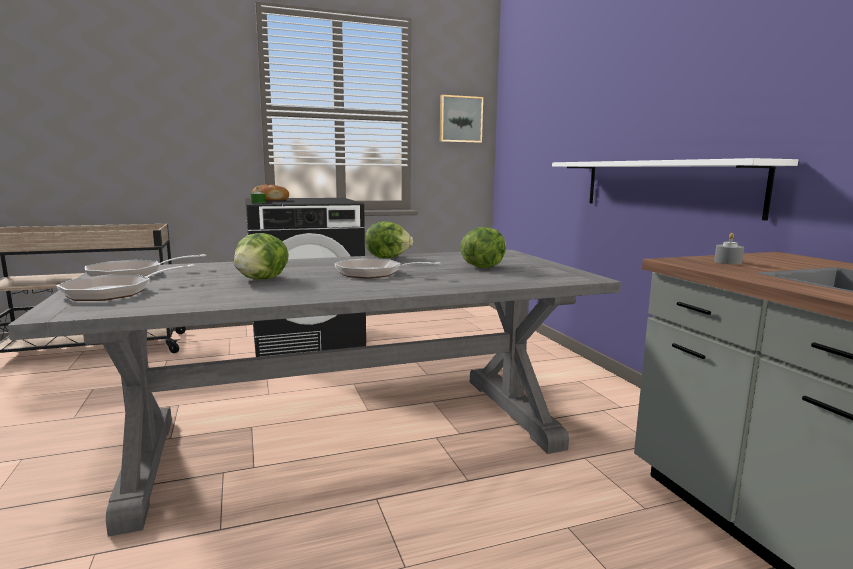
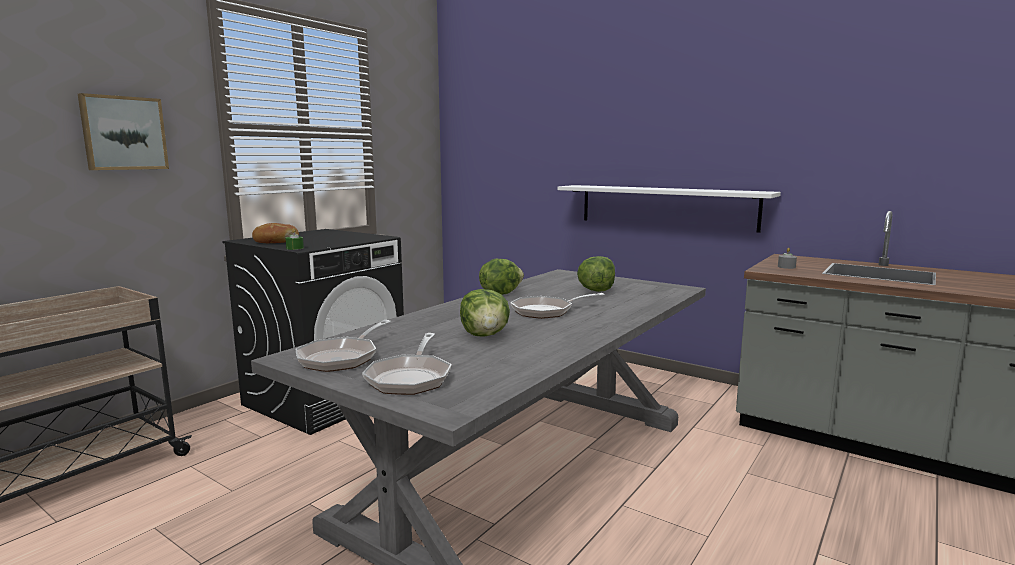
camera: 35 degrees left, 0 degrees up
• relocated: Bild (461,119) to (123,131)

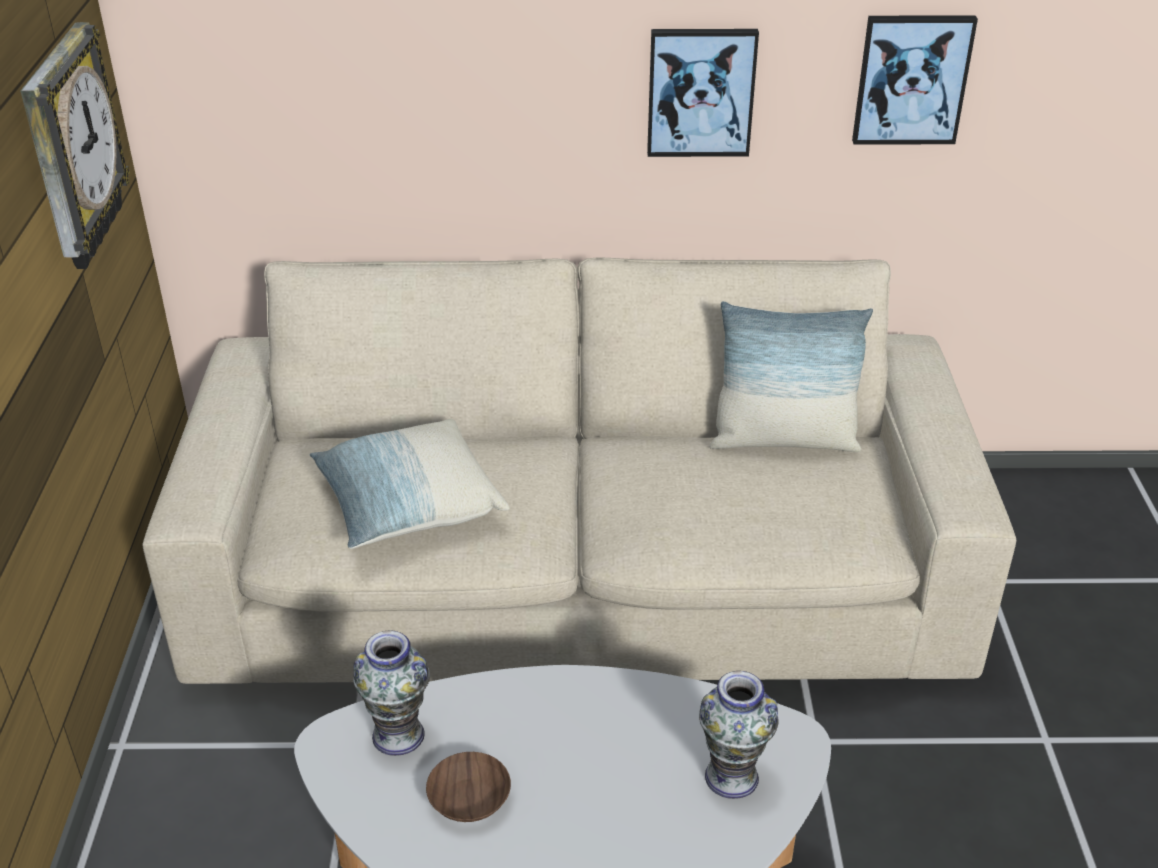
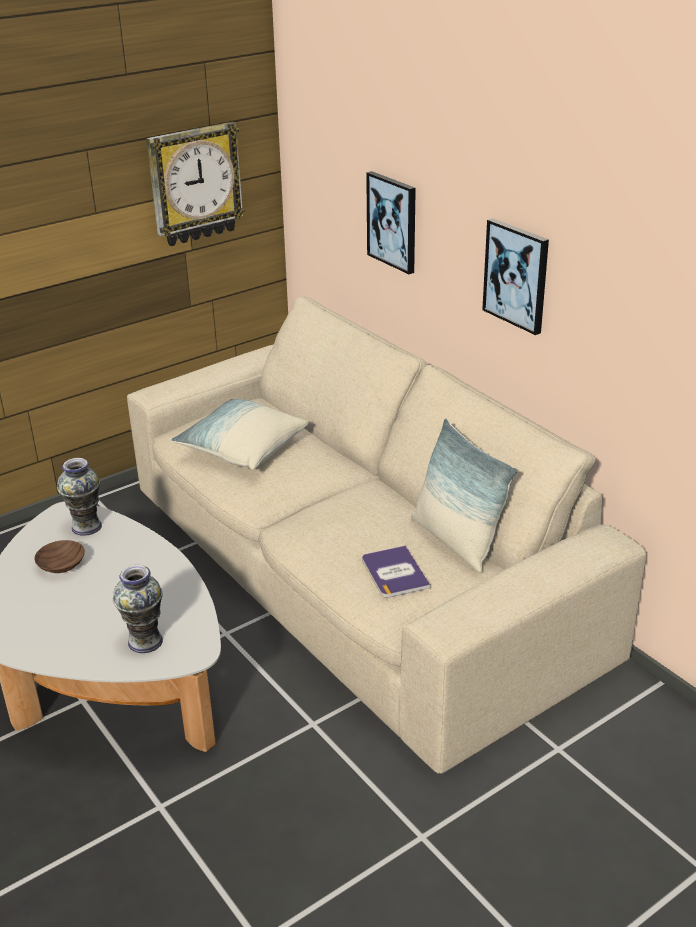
camera: 55 degrees right, 5 degrees down
• relocated: Bild (915,80) to (391,222)
• appeared: Buch (396,571)

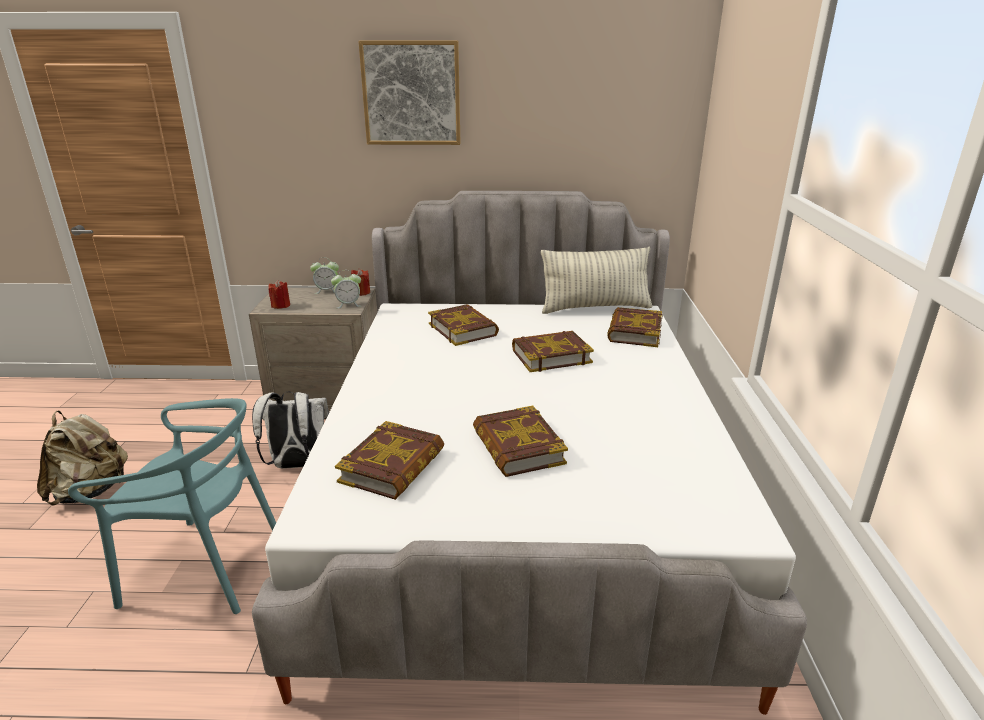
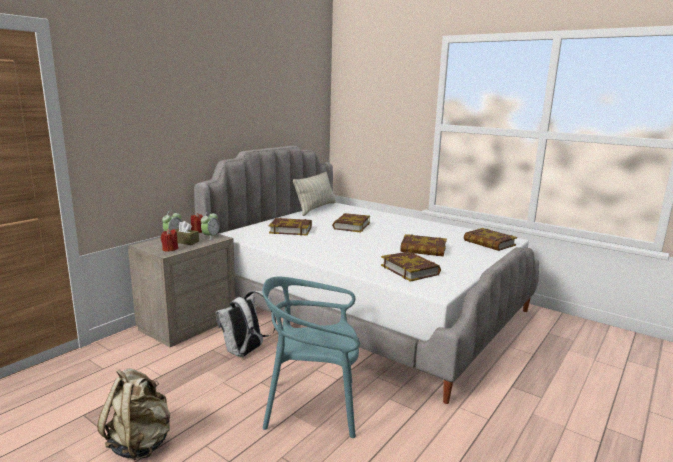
camera: 55 degrees left, 10 degrees down
• missing: Bild (409,93)
• relocated: Buch (635,327) to (490,239)
• spun: Stuhl/türkis (172,506) = (311,357) 135 degrees counterclockwise
• appeared: Taschentuchbox/braun (187,233)

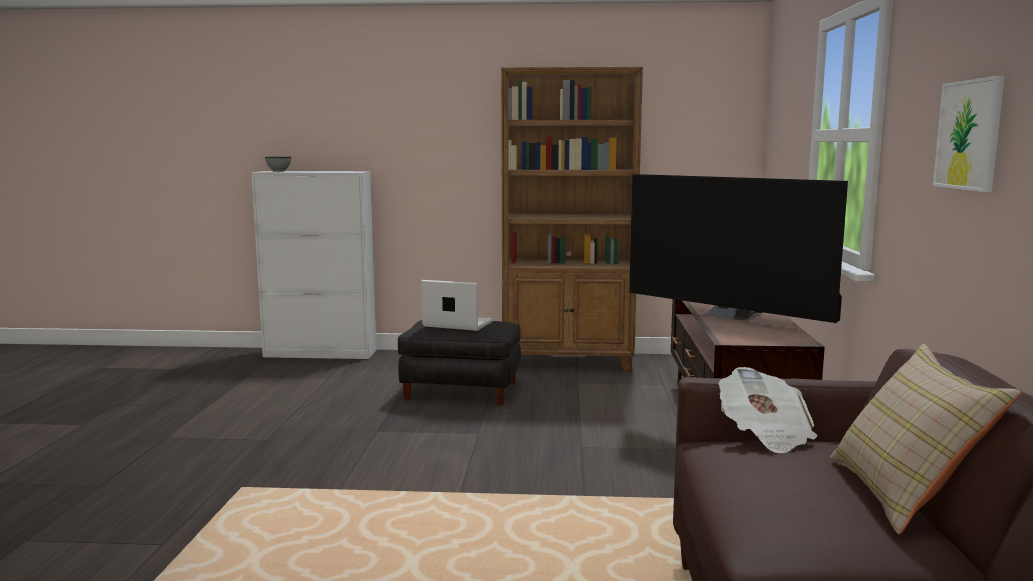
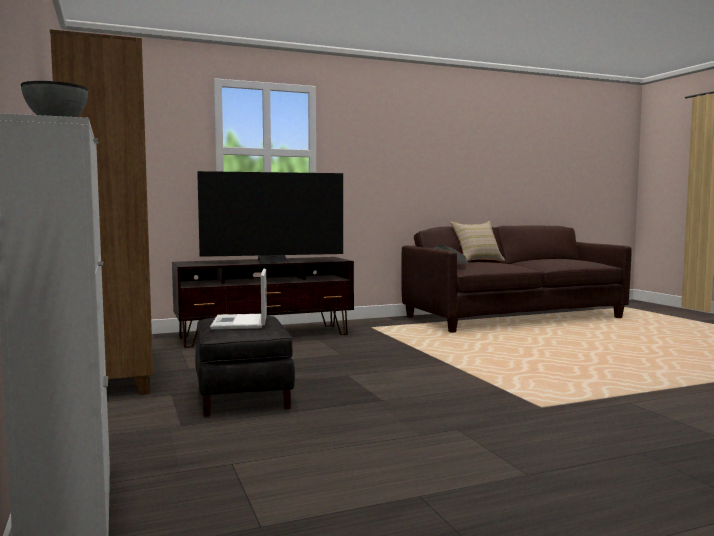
camera: 115 degrees left, 5 degrees down
• missing: Bild (969,134)
• spun: Fernseher (738,248) = (270,216) 60 degrees clockwise

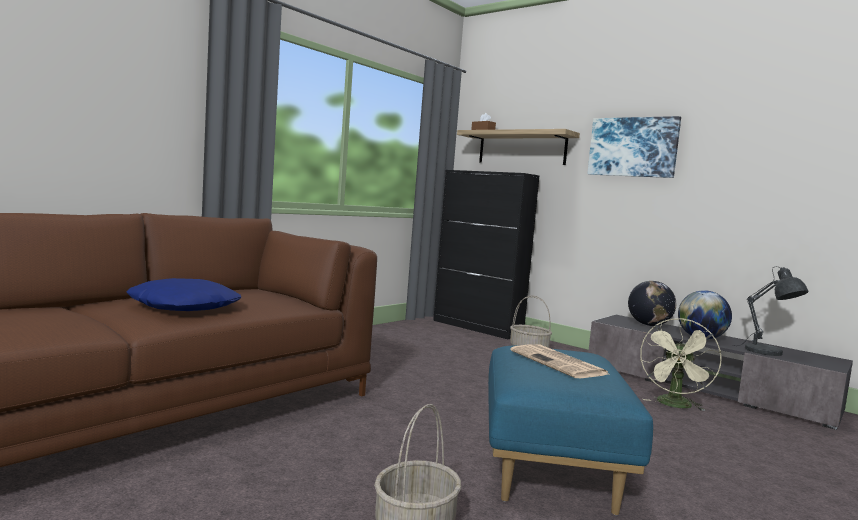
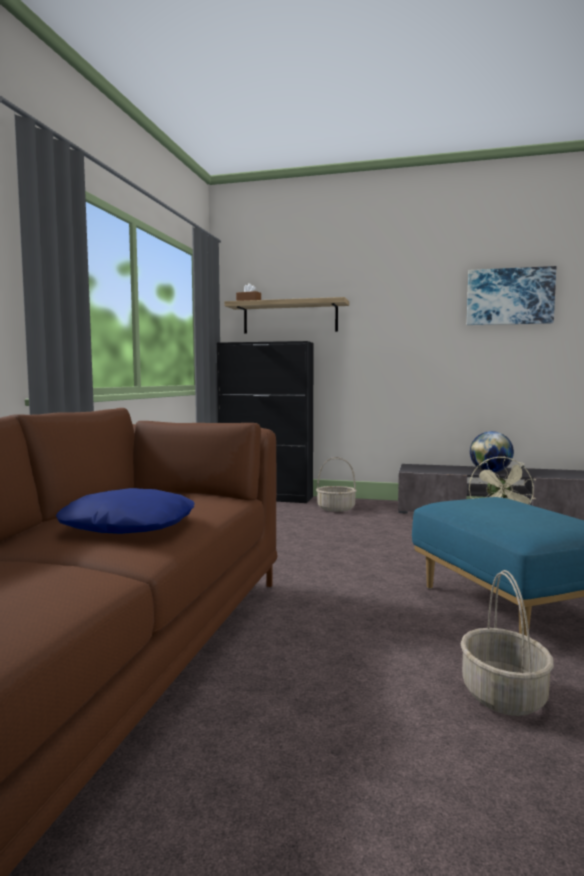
camera: 25 degrees left, 0 degrees up
• relocated: Bild (634,147) to (511,295)
• missing: Tischlampe/grau (770,311)
• missing: Globus (652,303)
• missing: Zeitung (559,361)

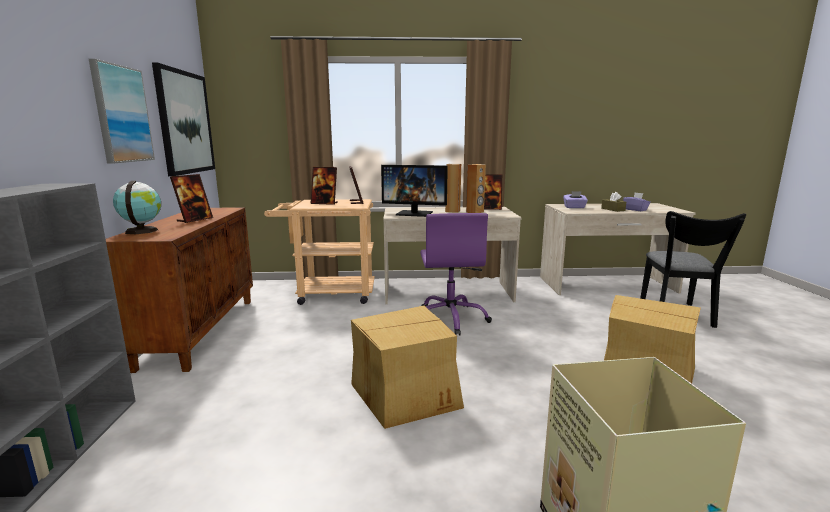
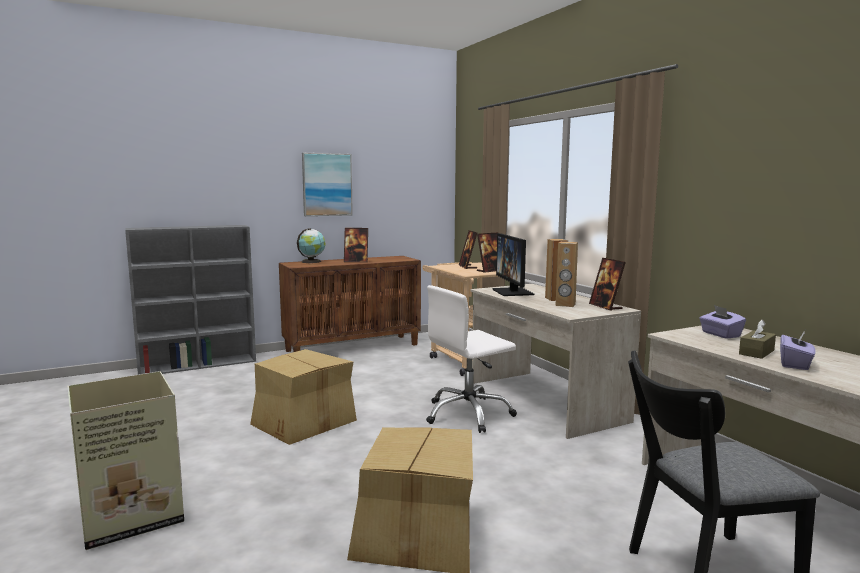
camera: 65 degrees right, 5 degrees down
• missing: Bild (183,119)
• colour: Bürostuhl/lila (456,274) to Bürostuhl/weiß (471,359)

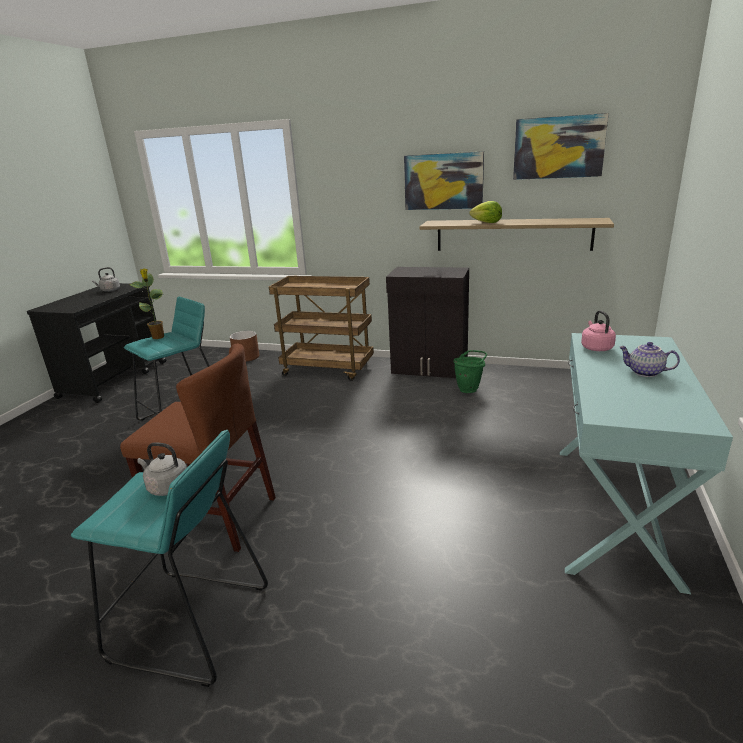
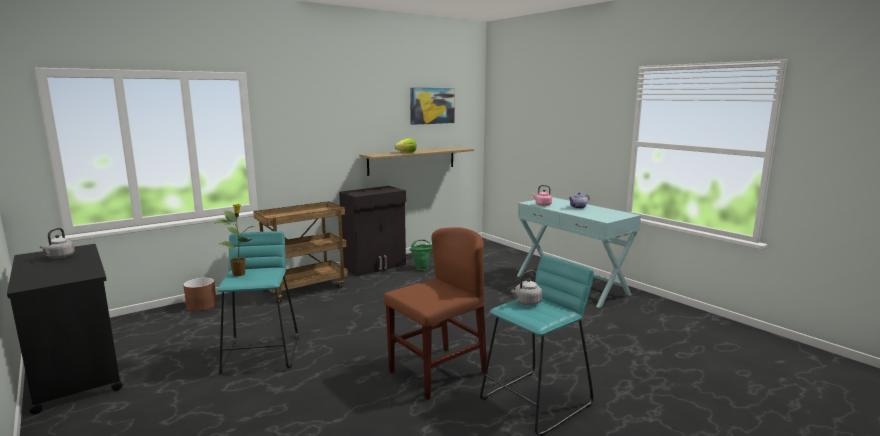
camera: 55 degrees left, 10 degrees down
• missing: Bild (444,180)

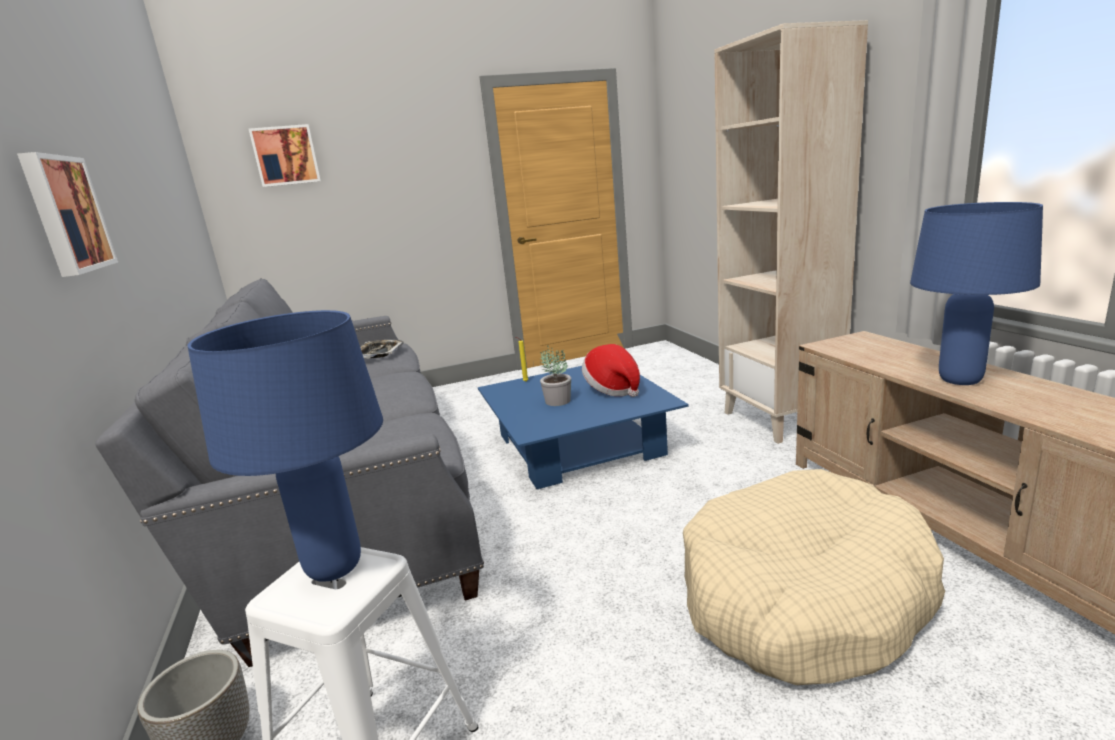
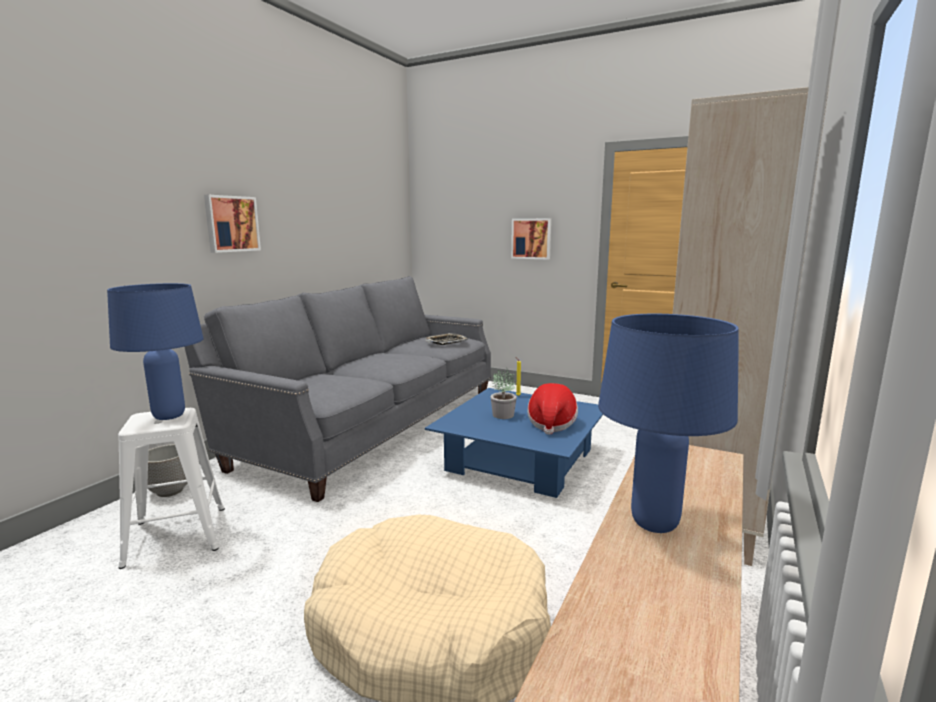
camera: 45 degrees right, 5 degrees down
• relocated: Bild (285,155) to (531,238)

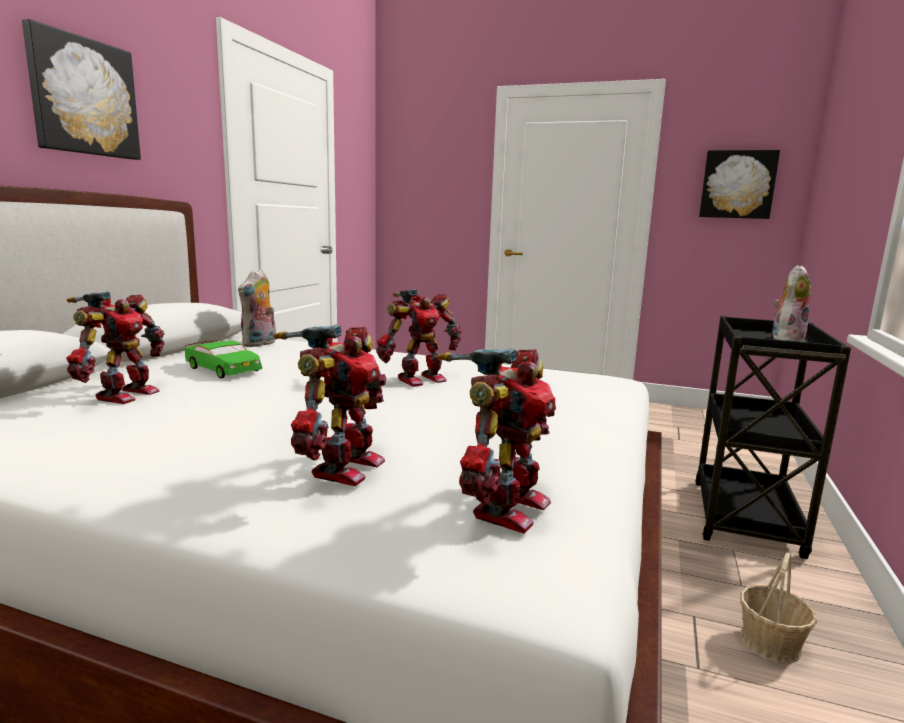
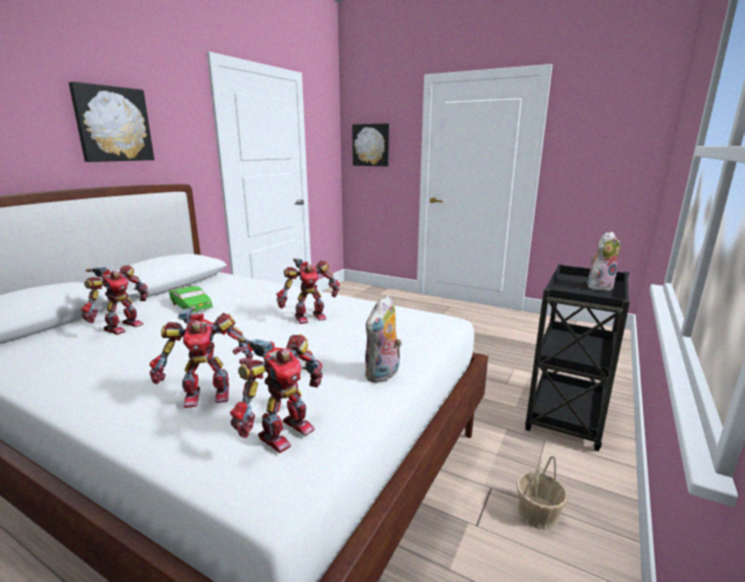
camera: 10 degrees right, 5 degrees up
• relocated: Bild (739,184) to (370,144)
• relocated: Plüschtier (257,308) to (383,339)
• spun: Spielzeugroboter (330,405) = (201,357) 45 degrees clockwise

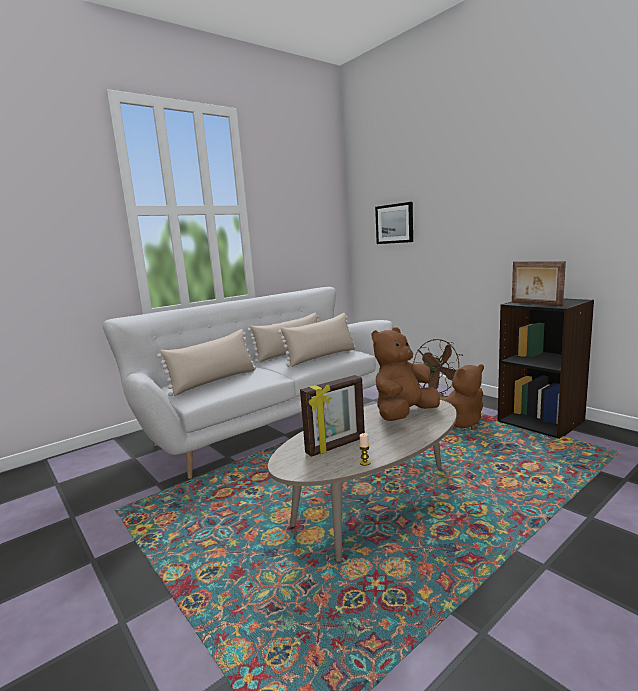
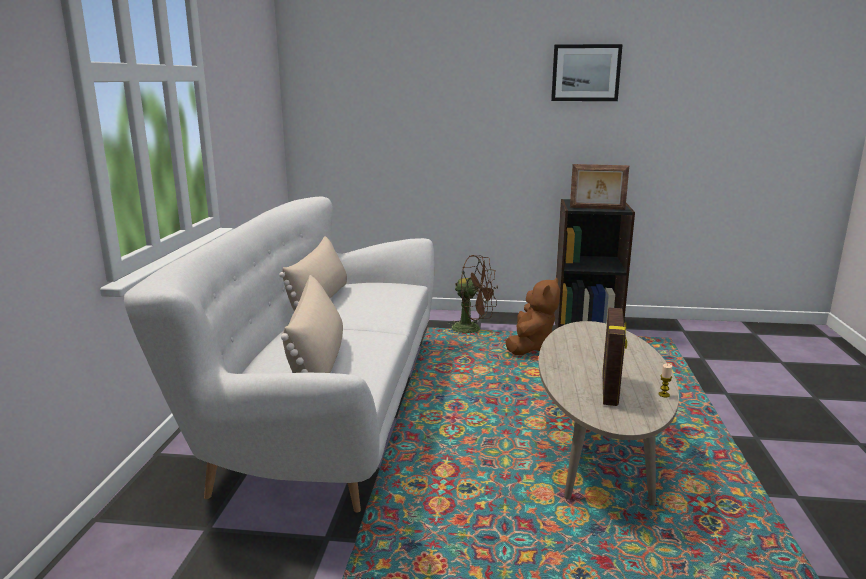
camera: 45 degrees left, 5 degrees up
• relocated: Bild (394,223) to (587,72)
• missing: Kissen/beige (317,340)
• missing: Plüschtier/braun (406,374)

